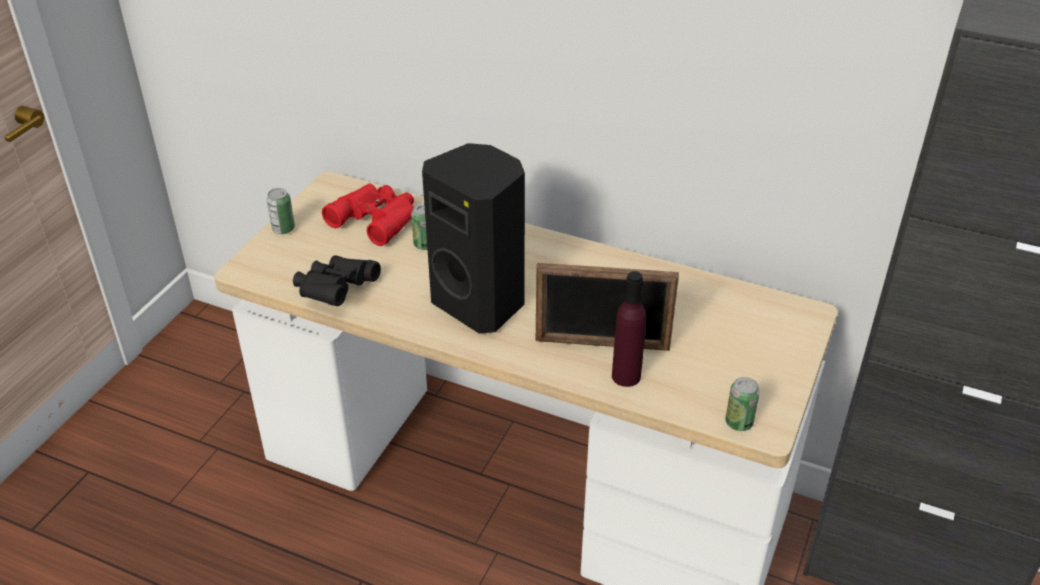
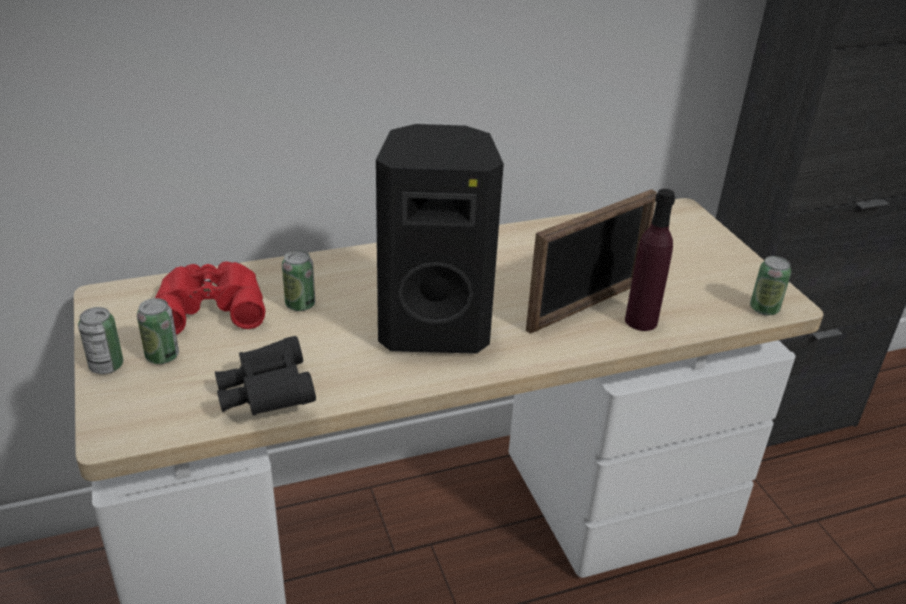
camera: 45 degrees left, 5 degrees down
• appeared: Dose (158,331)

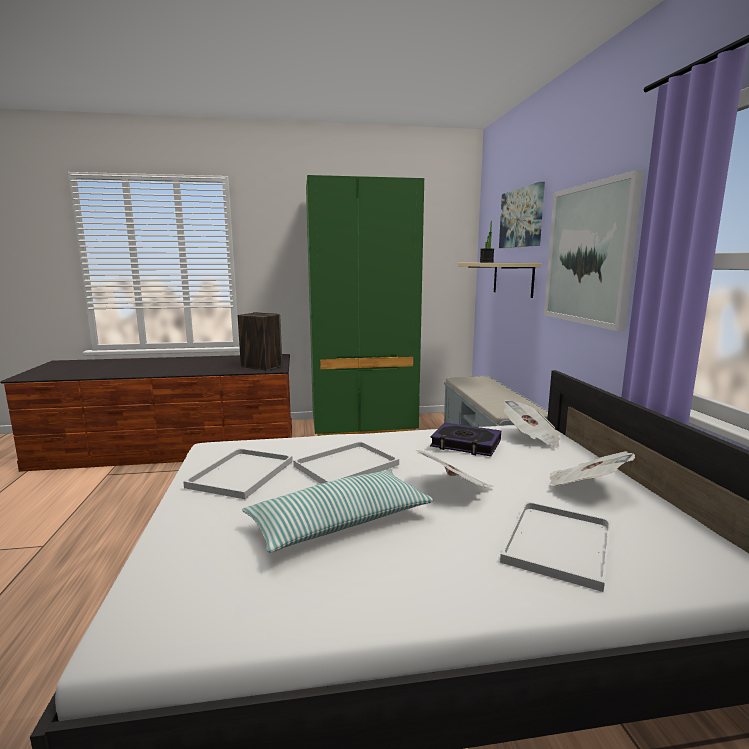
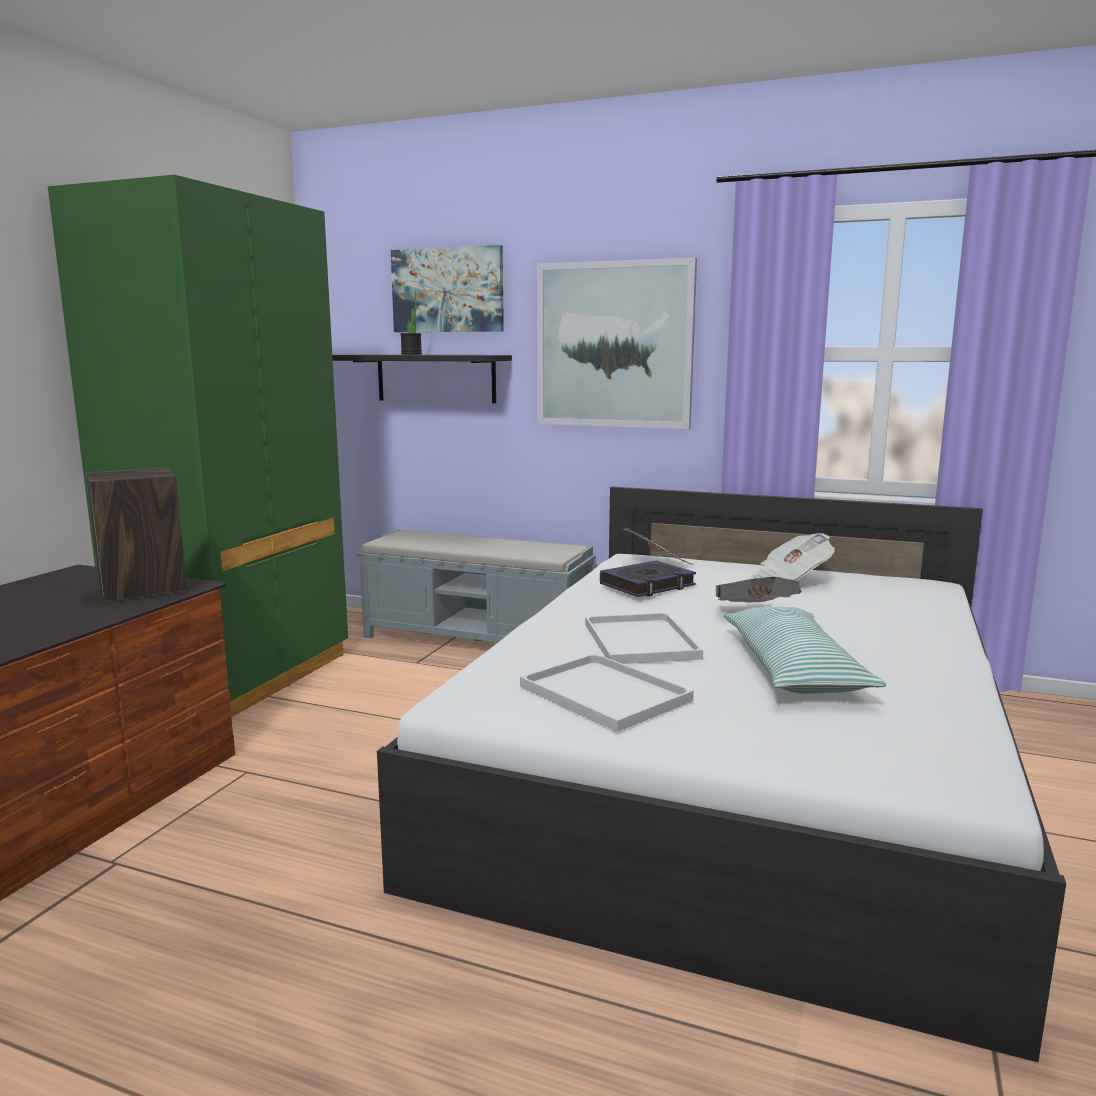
camera: 60 degrees left, 0 degrees up
• colour: Wandregal/beige (500,280) to Wandregal/schwarz (422,379)
• missing: Tablett/weiß (555,546)

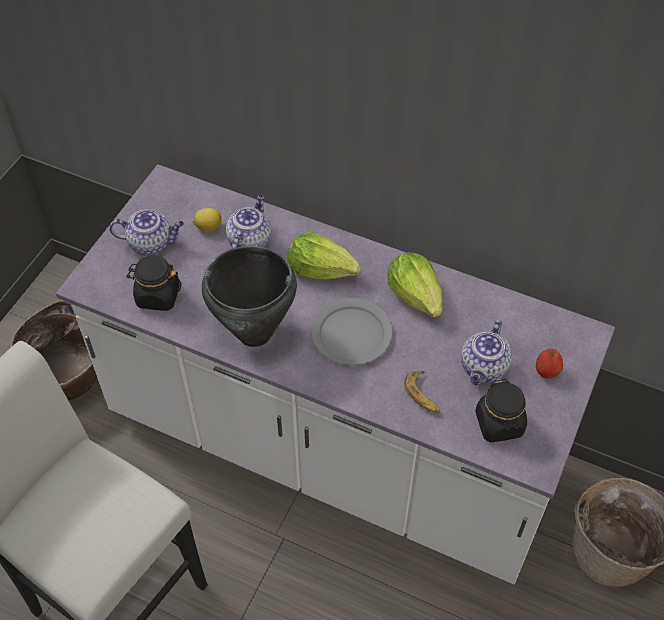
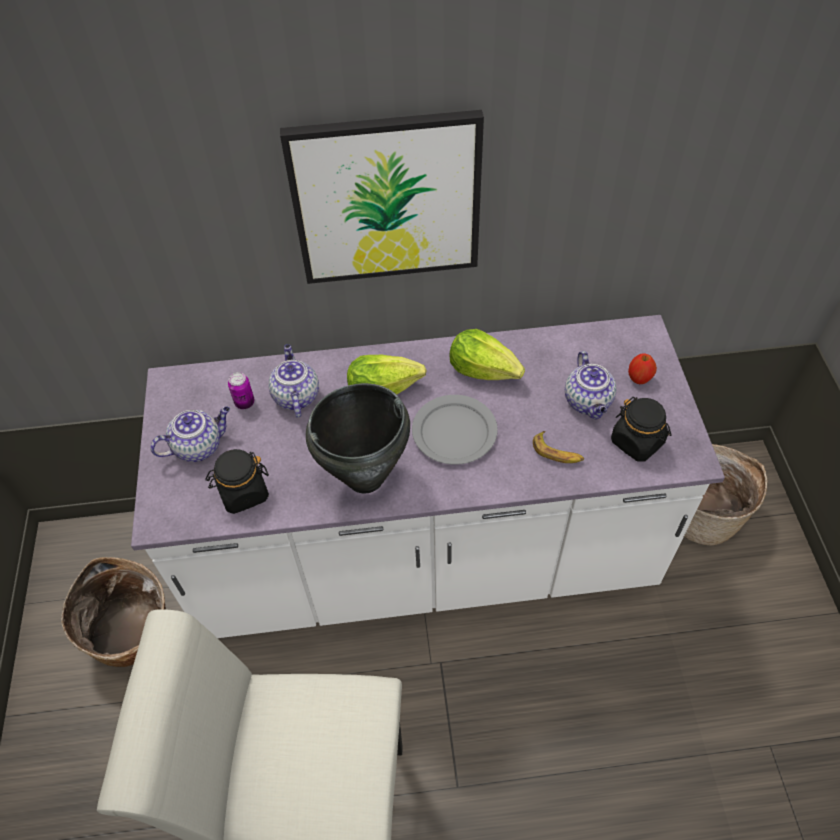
camera: 30 degrees left, 0 degrees up
• exchanged: Zitrone (207,220) to Dose (241,390)
• appeared: Bild (382,197)

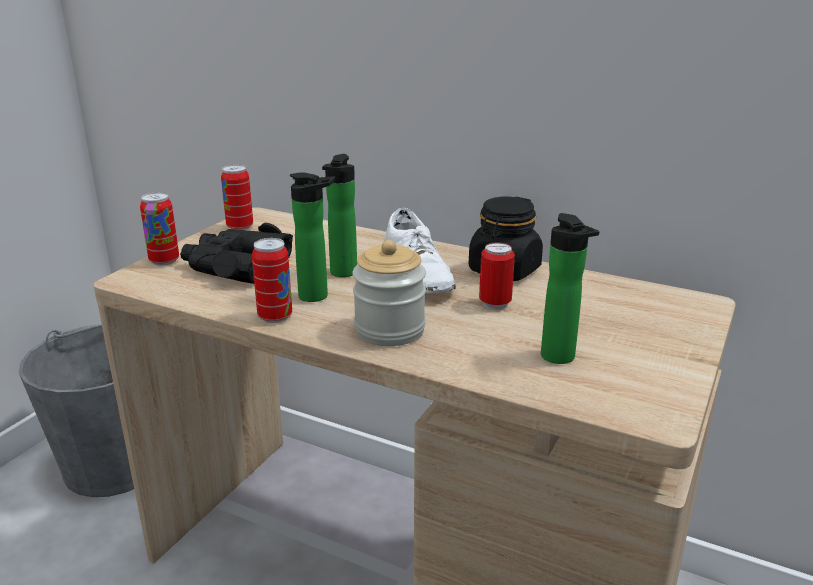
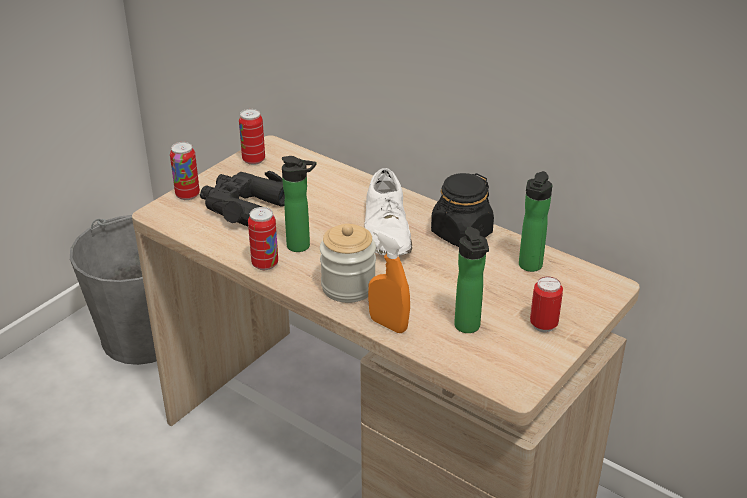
camera: 10 degrees right, 10 degrees up
• relocated: Flasche (339,215) to (536,221)
• relocated: Dose (497,276) to (546,304)
• appeared: Sprühflasche/orange (389,281)

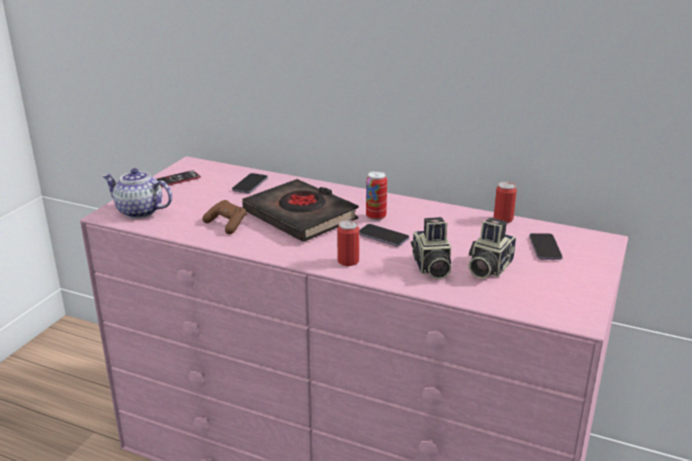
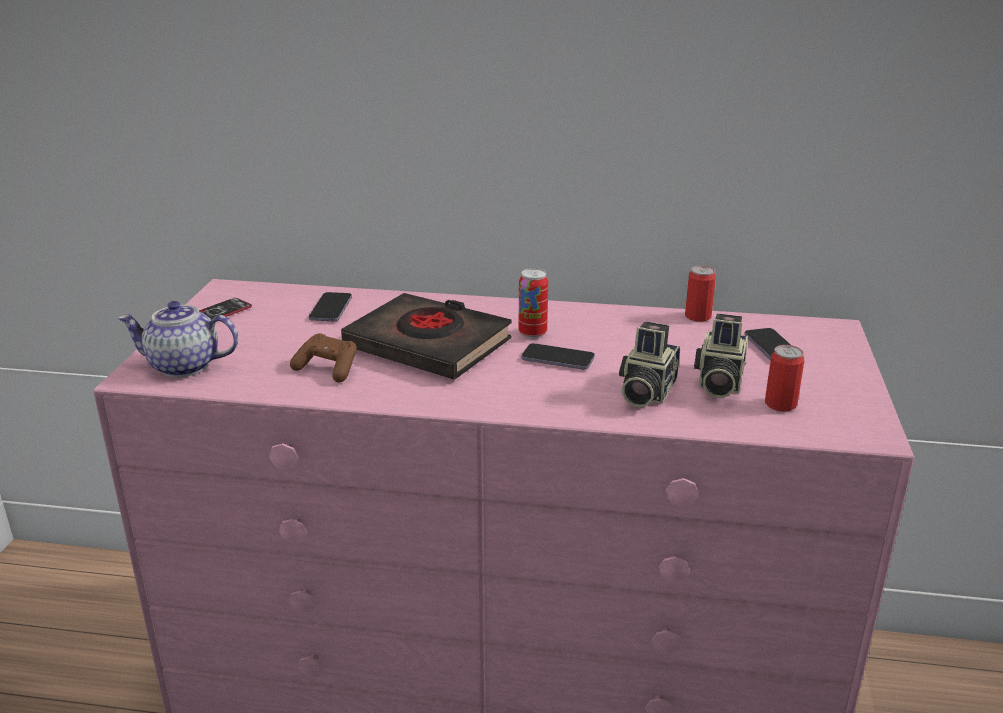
camera: 15 degrees left, 0 degrees up
• spun: Kamera (431,248) = (649,364) 45 degrees clockwise
• relocated: Dose (348,243) to (784,378)

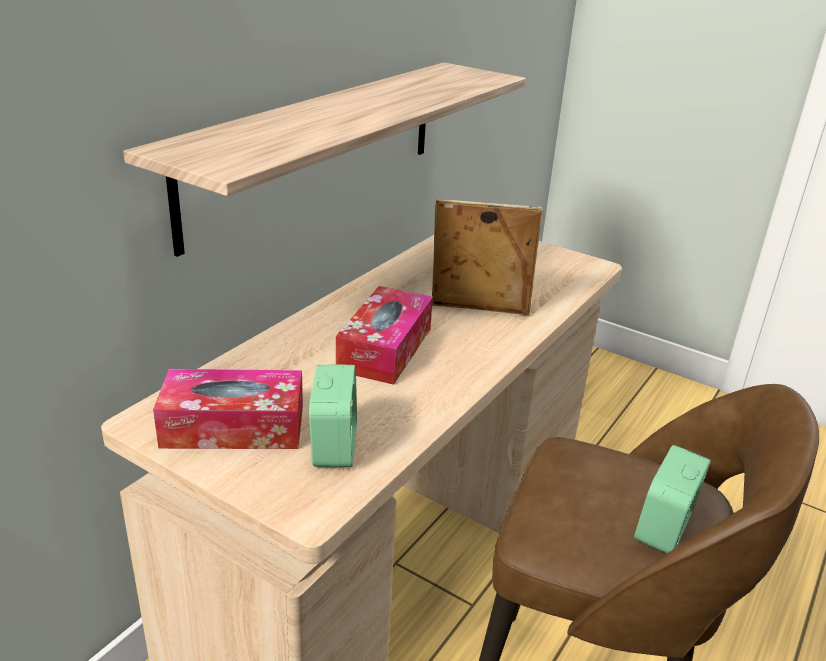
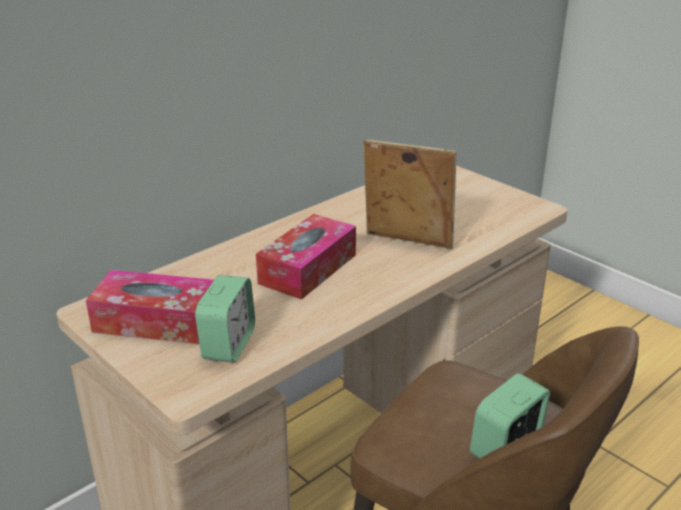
camera: 15 degrees right, 0 degrees up
• missing: Wandregal (324,159)

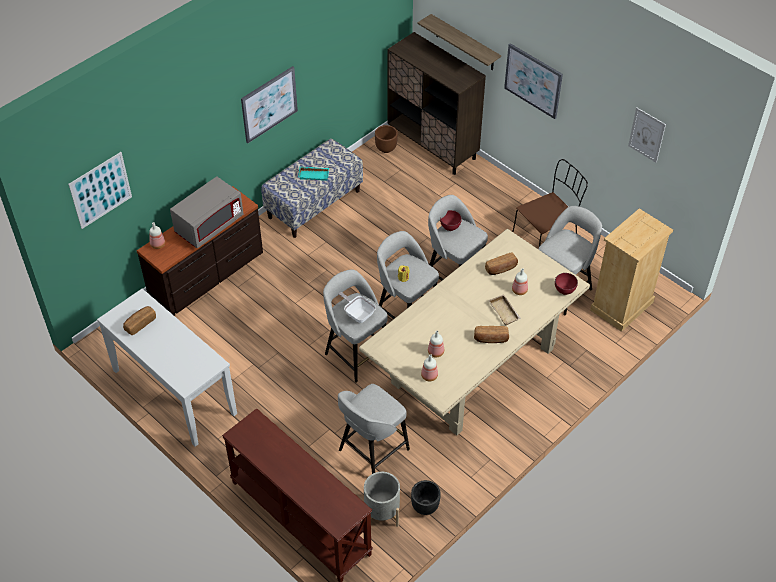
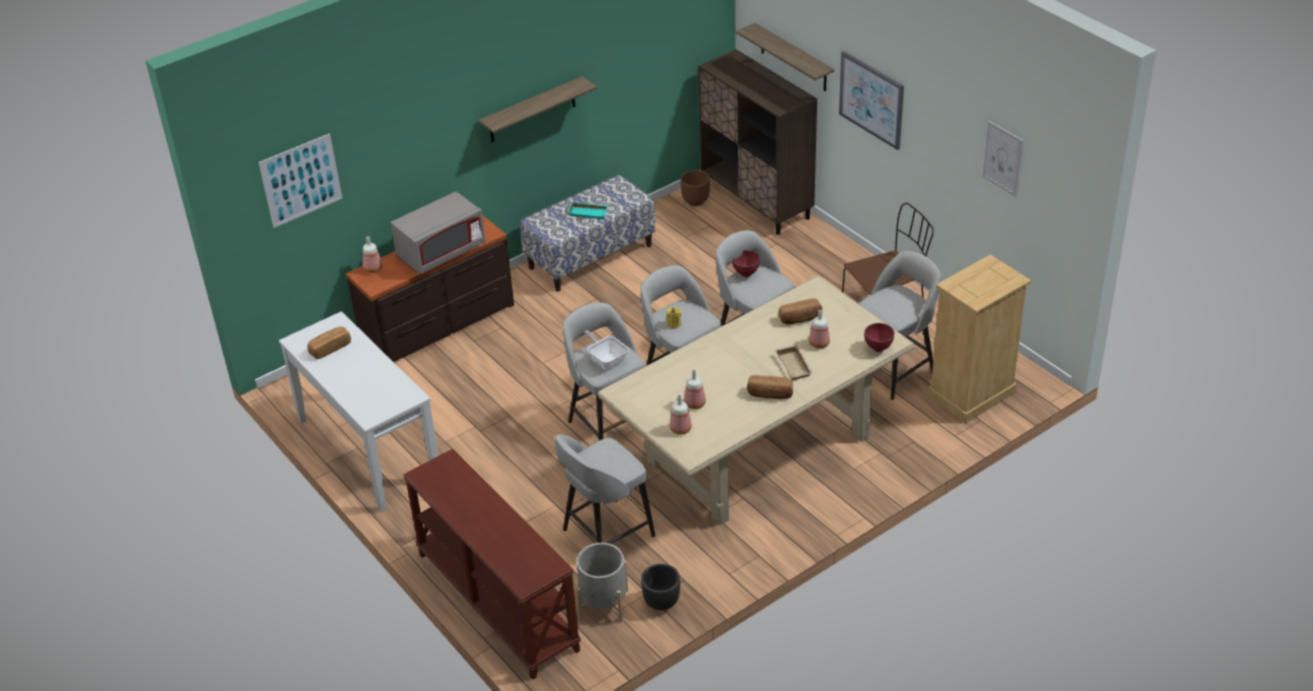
camera: 10 degrees right, 10 degrees down
• exchanged: Bild (269,104) to Wandregal (538,109)

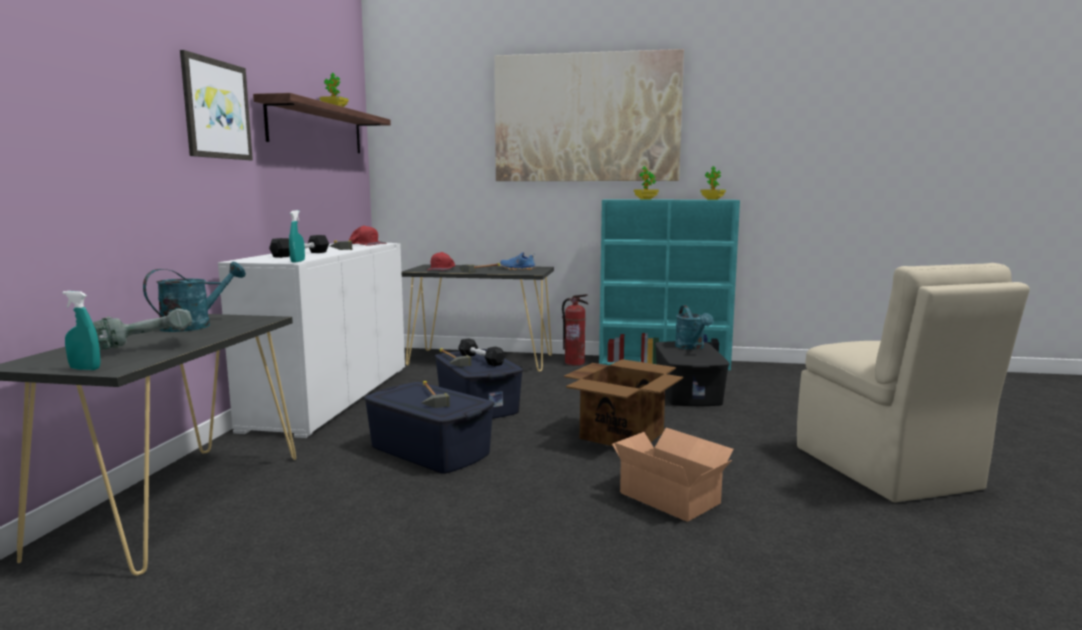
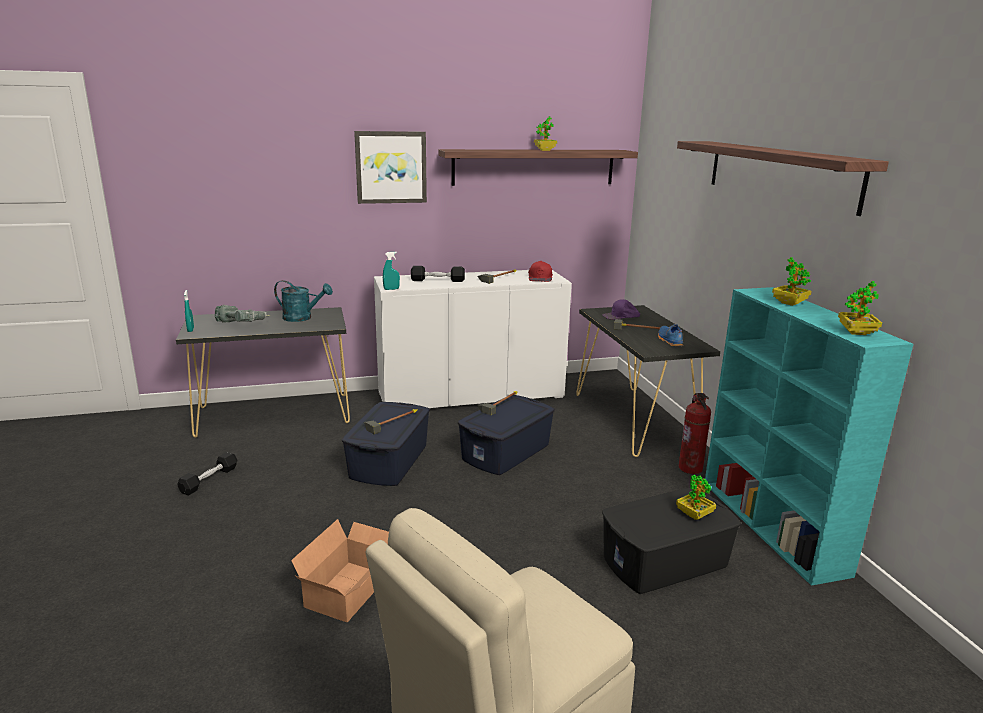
camera: 65 degrees right, 10 degrees up
• exchanged: Bild (589,115) to Wandregal (783,178)
• colour: Kappe/rot (441,261) to Kappe/lila (621,309)
• exchanged: Gießkanne/türkis (694,327) to Topfpflanze (696,497)
• relocated: Hantel/schwarz (481,352) to (207,473)
• missing: Karton (623,402)

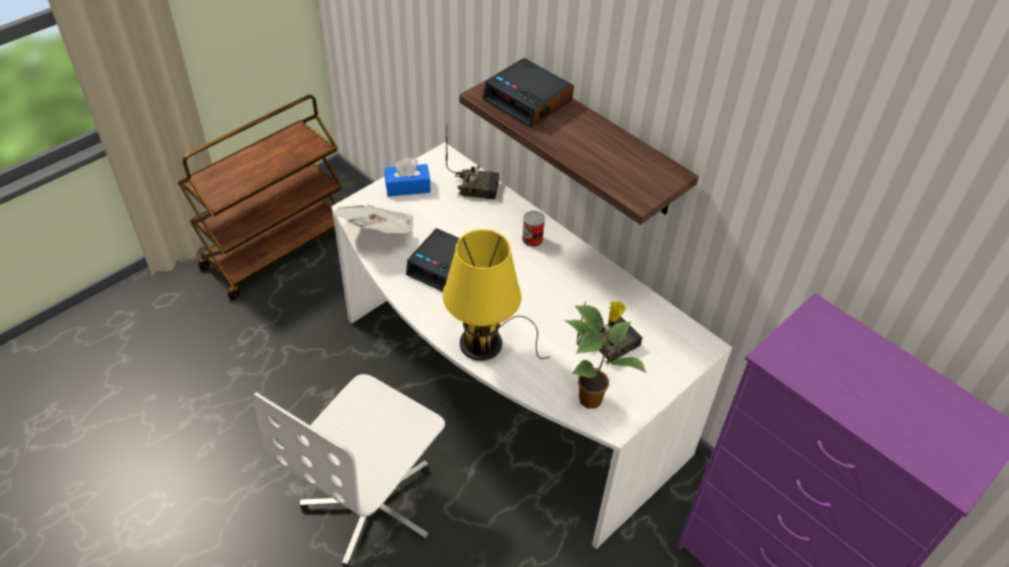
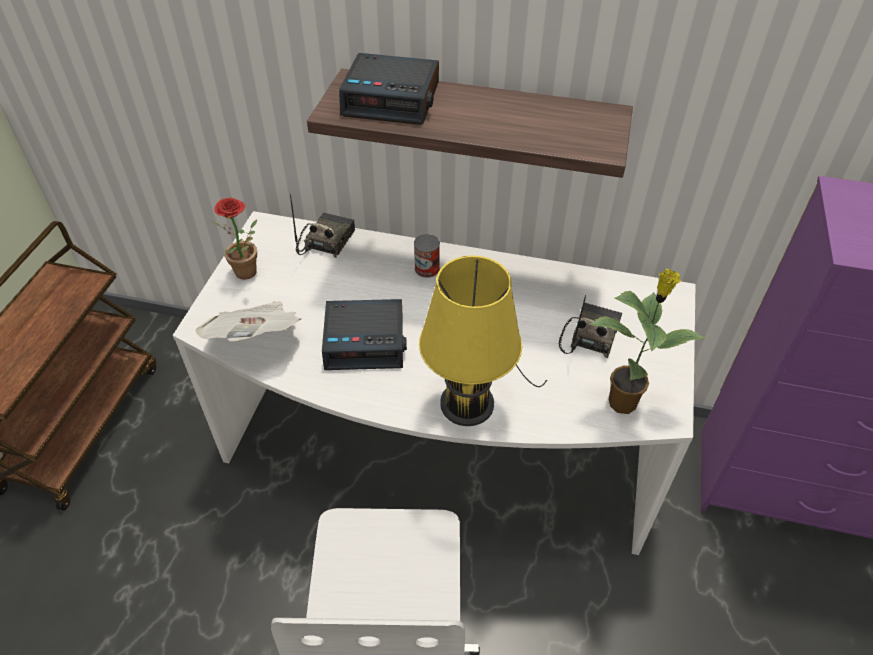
camera: 30 degrees left, 0 degrees up
• spun: Radio (472,164) = (322,226) 45 degrees counterclockwise
• exchanged: Taschentuchbox/blau (408,177) to Topfpflanze (234,239)

